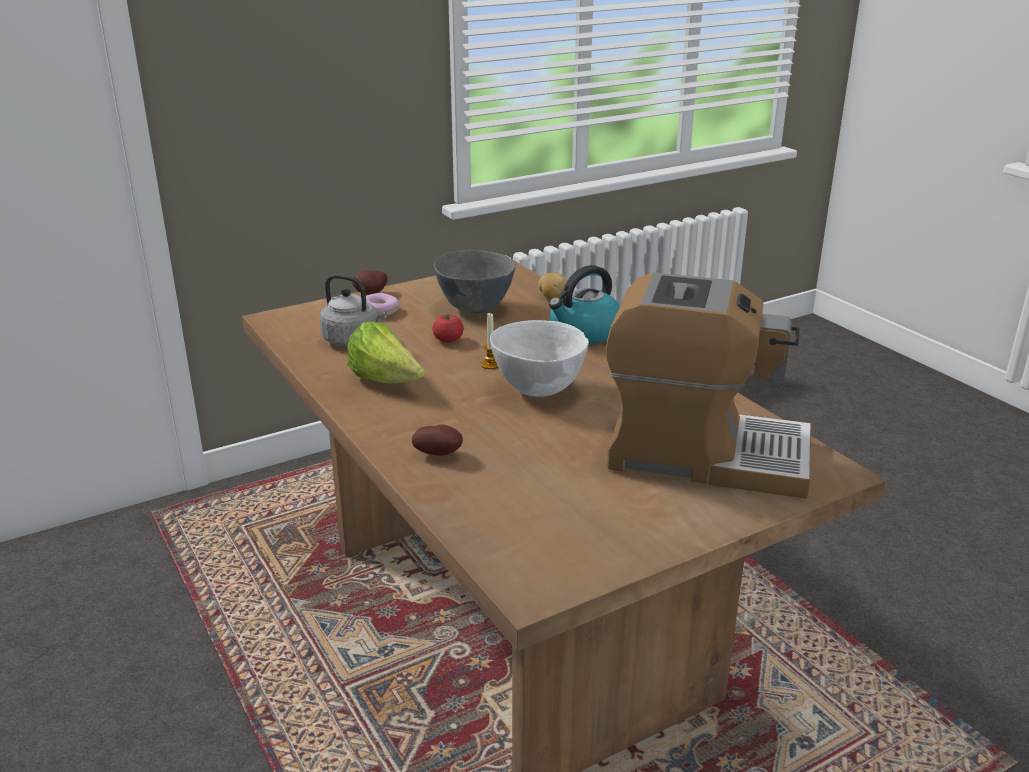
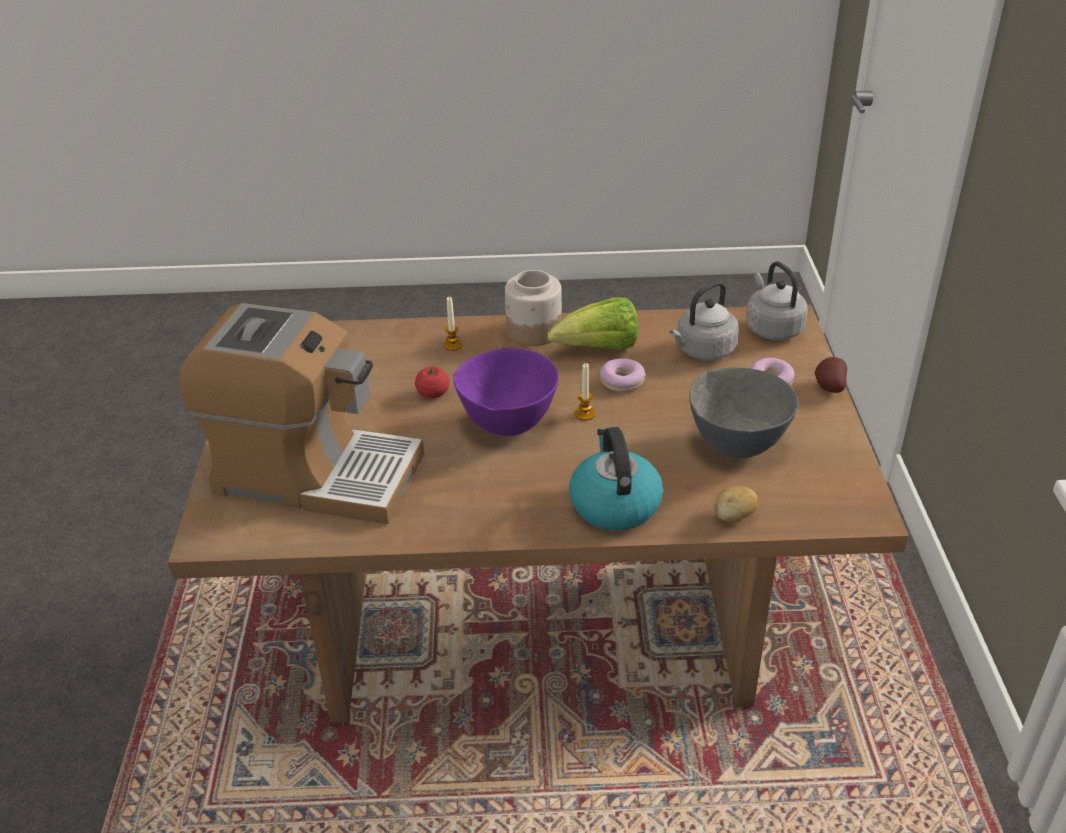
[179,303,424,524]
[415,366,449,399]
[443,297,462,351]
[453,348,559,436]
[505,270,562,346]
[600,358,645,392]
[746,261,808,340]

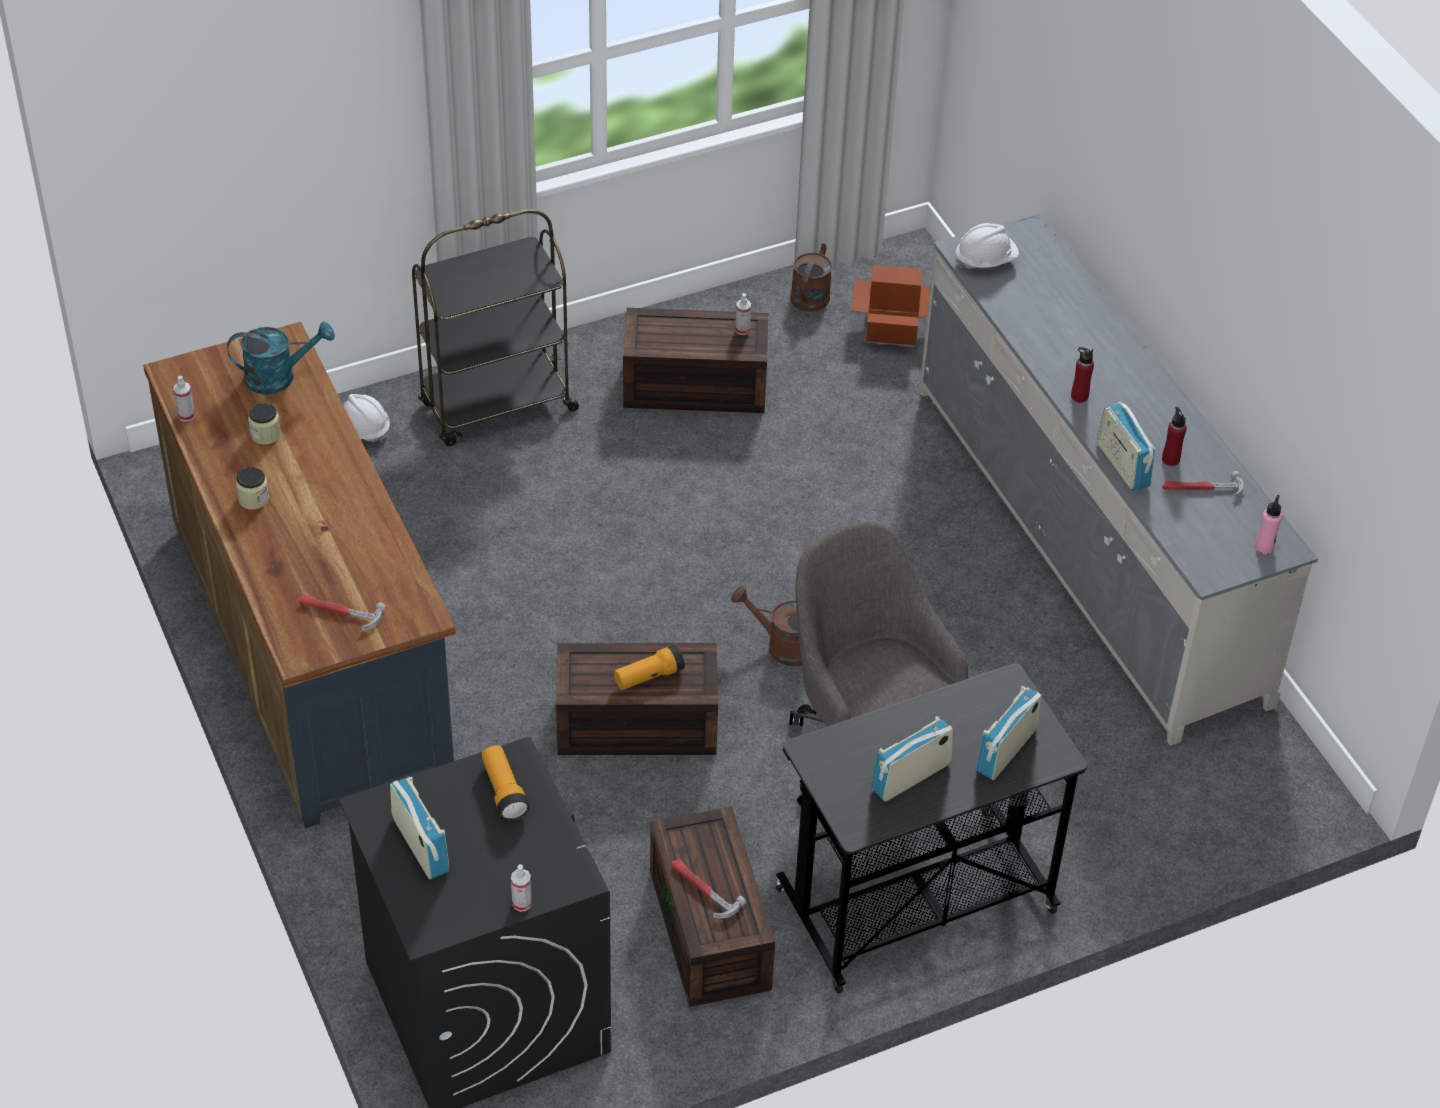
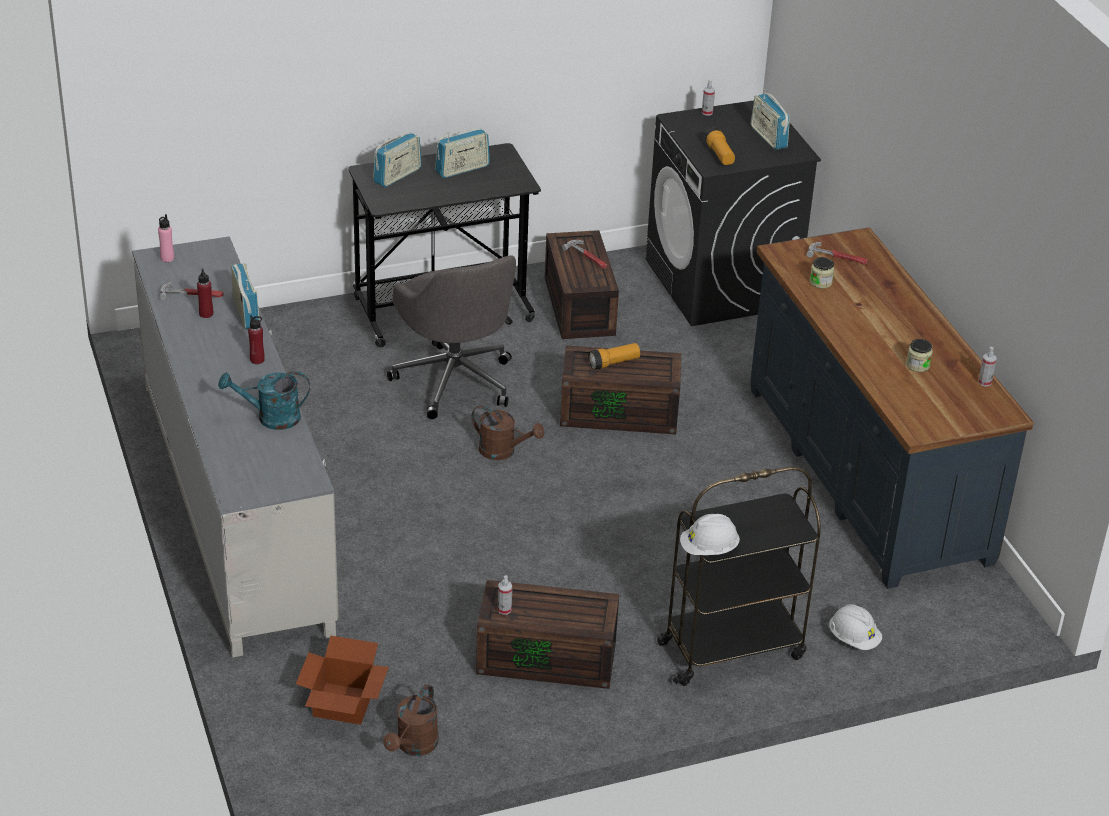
[218,371,310,430]
[680,514,740,555]
[810,257,834,289]

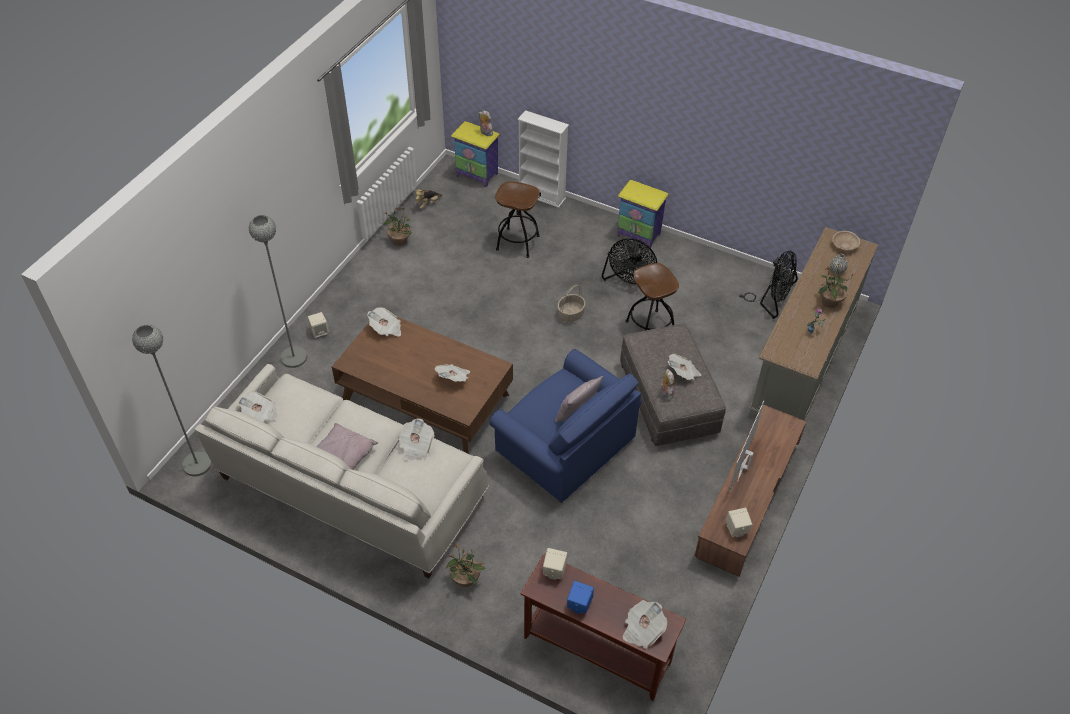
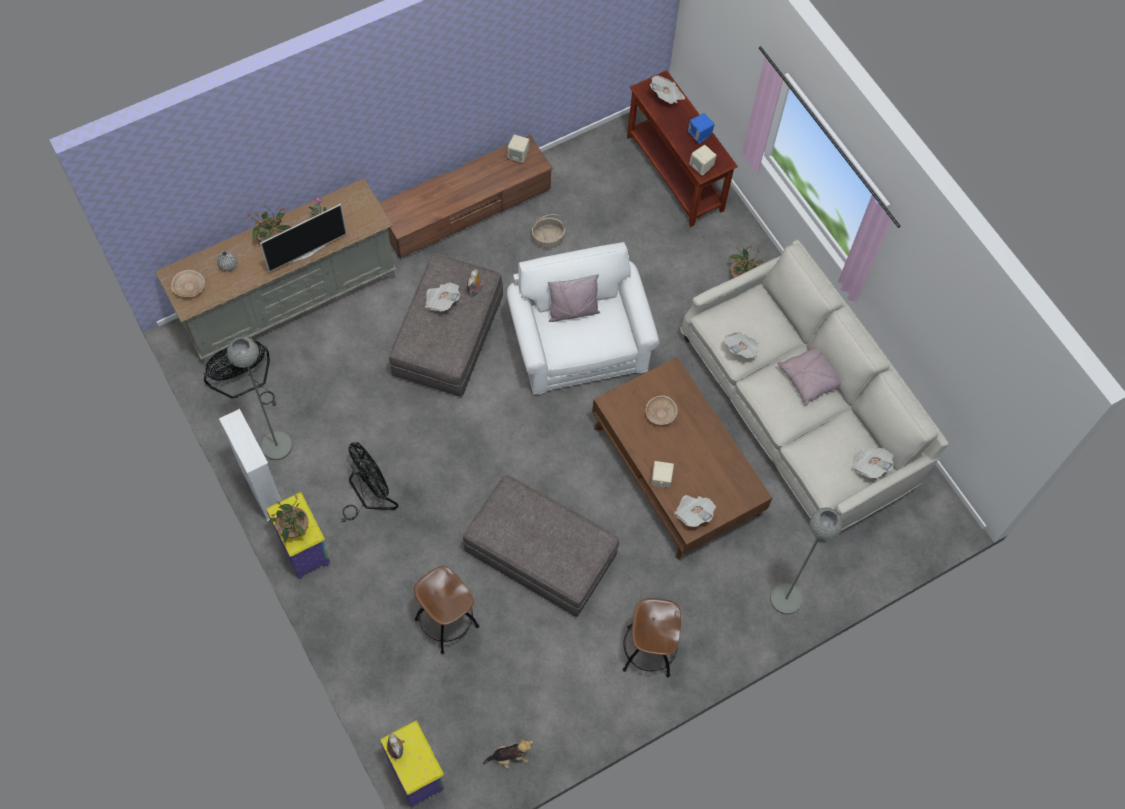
[219,409,281,521]
[227,336,292,460]
[260,204,347,272]
[269,495,308,543]
[463,474,619,617]
[507,242,660,394]
[532,214,566,249]
[623,598,681,678]
[645,395,678,425]
[651,461,674,489]

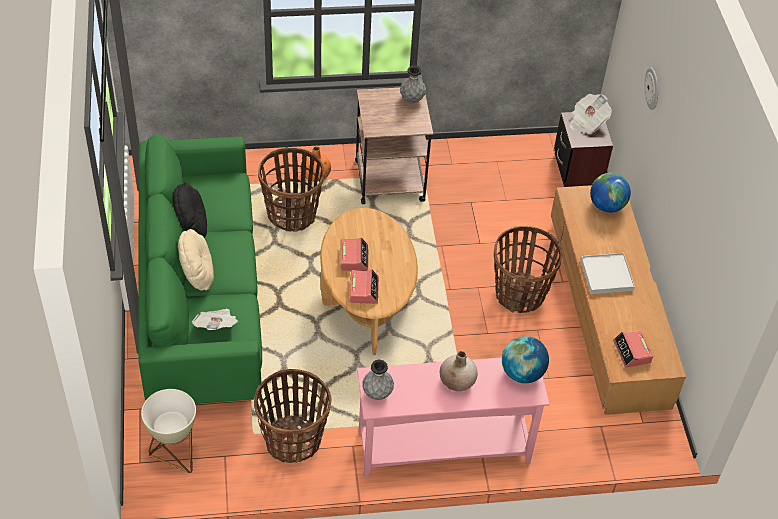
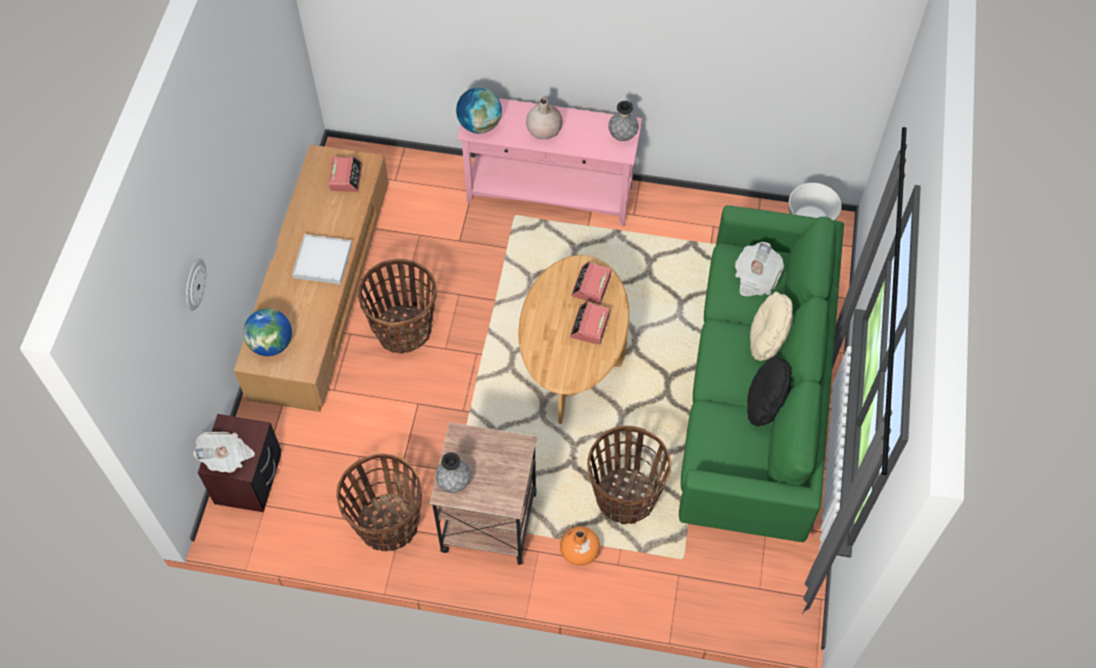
[336,453,422,551]

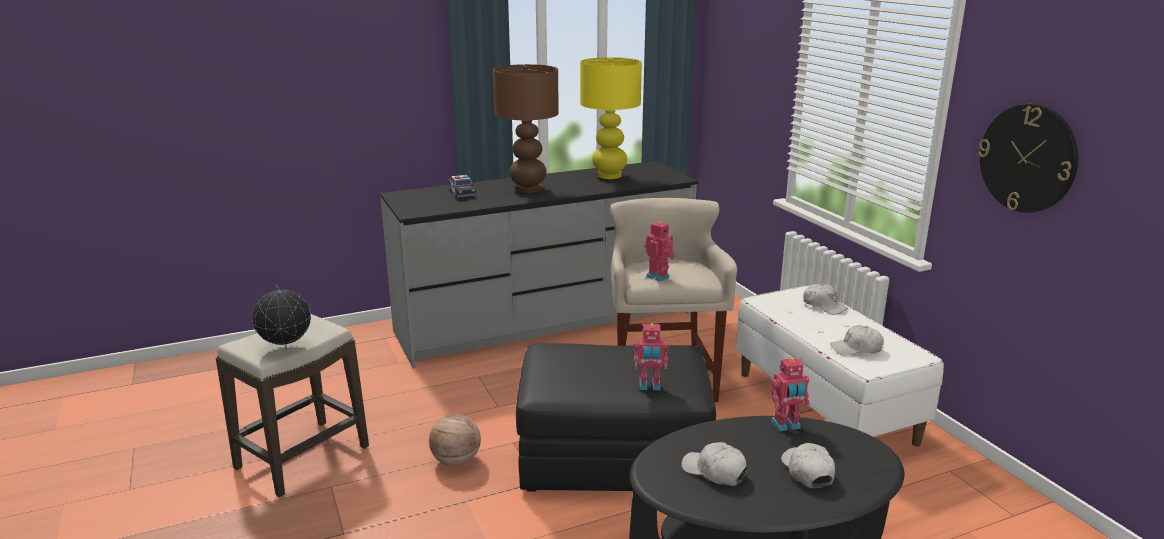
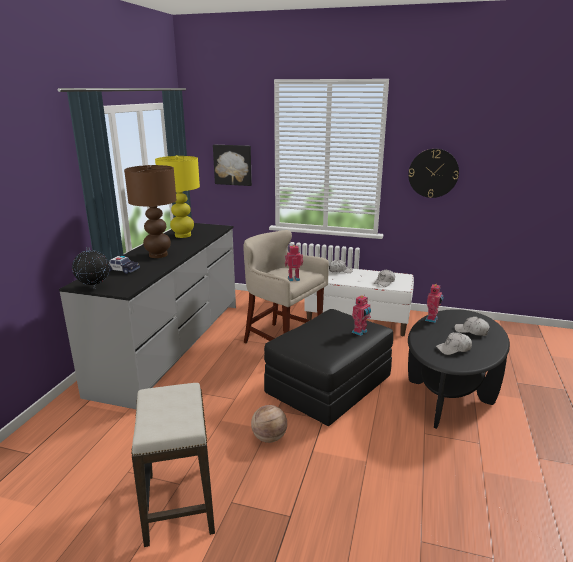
[72,247,110,289]
[213,145,252,186]

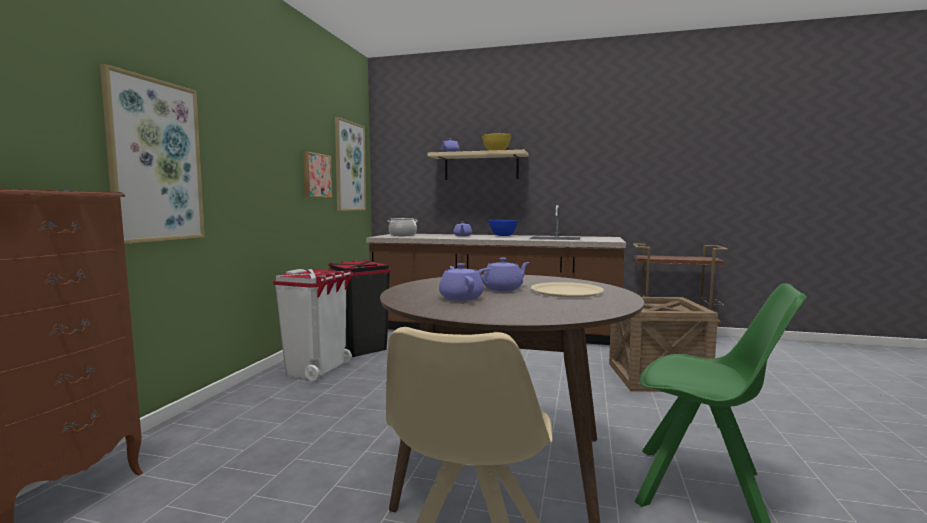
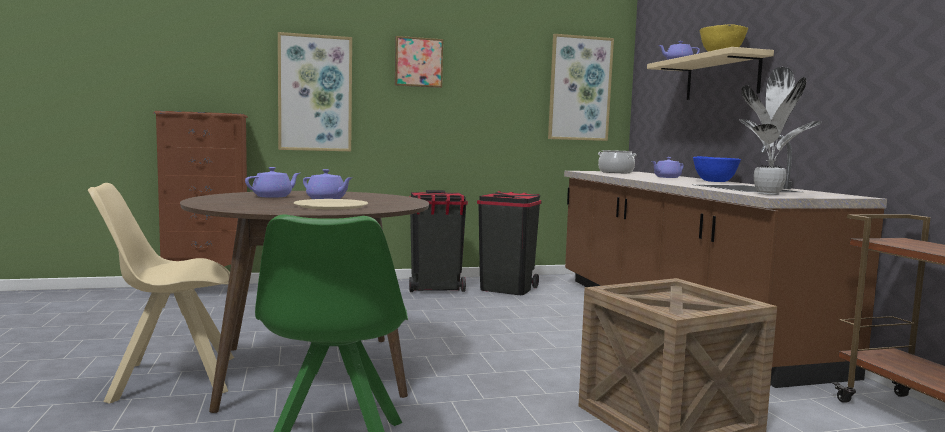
[395,36,443,88]
[409,190,468,292]
[740,67,822,195]

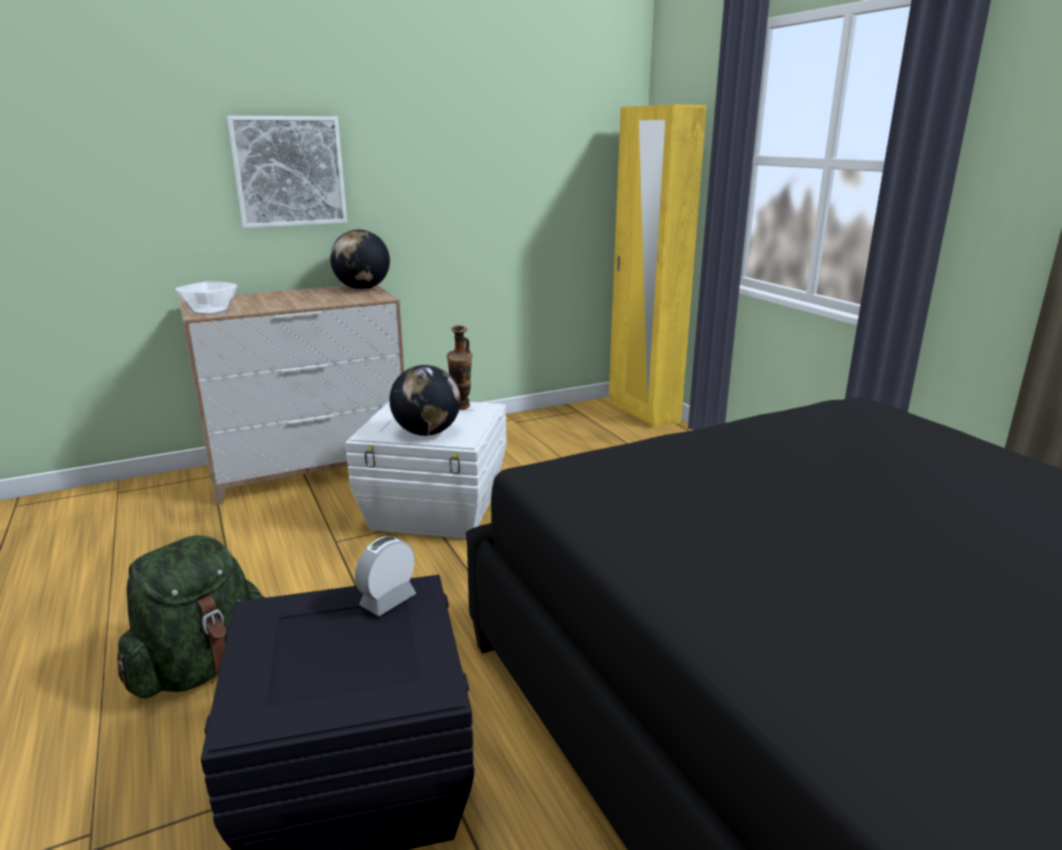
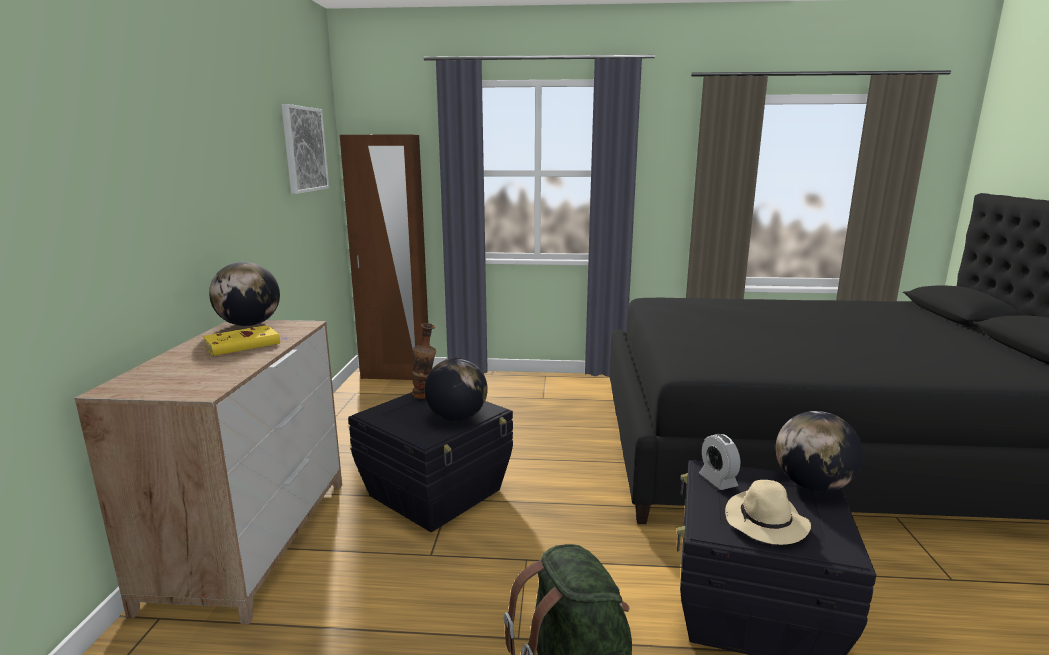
[203,325,288,356]
[281,104,329,194]
[340,135,428,380]
[348,392,513,532]
[725,480,811,545]
[776,411,863,492]
[176,281,237,315] (first image)

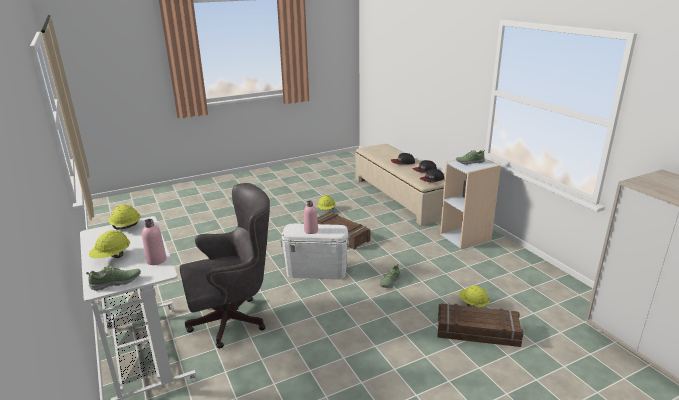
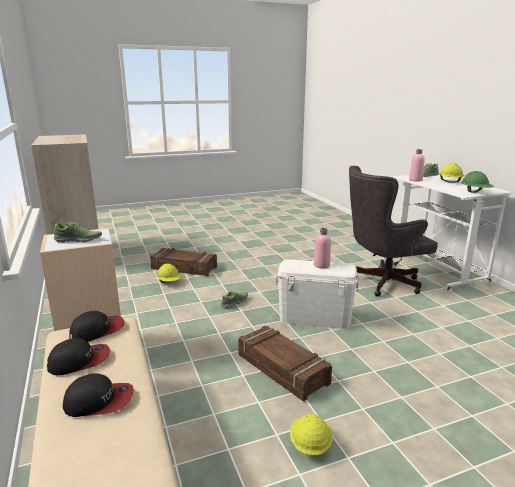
[461,171,494,193]

